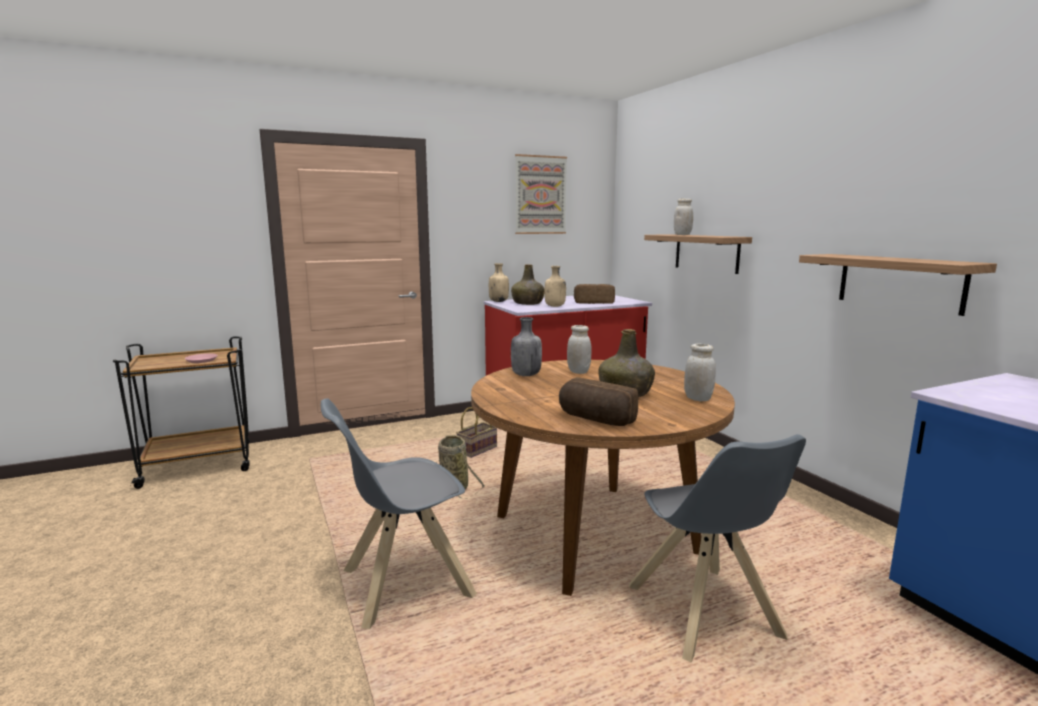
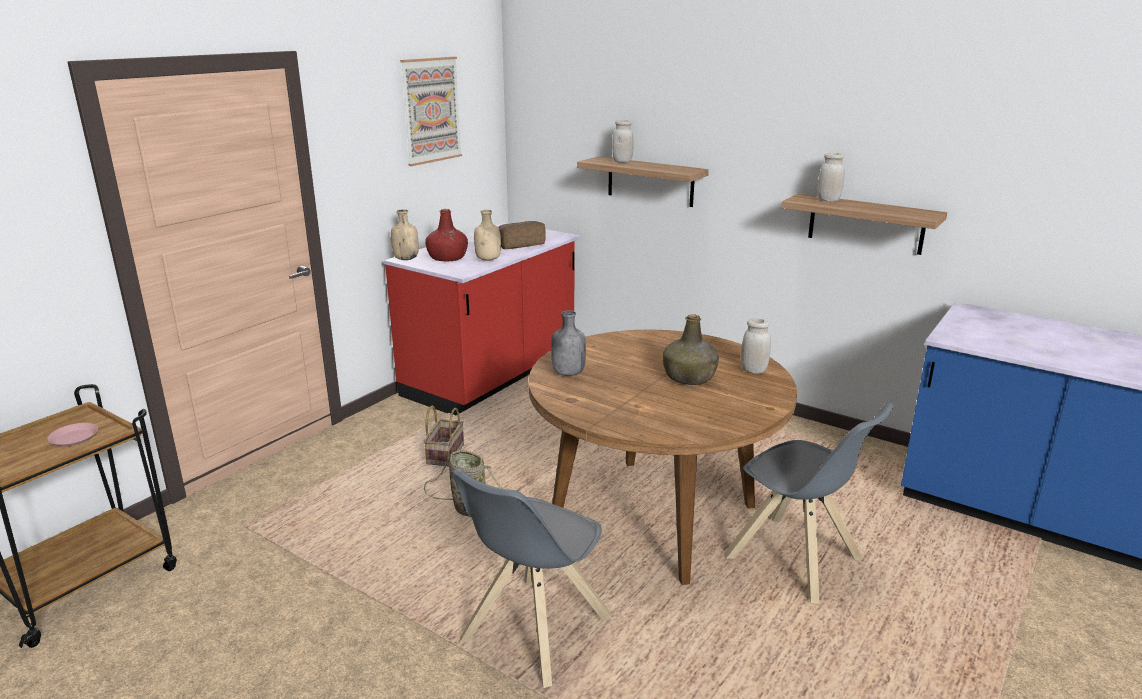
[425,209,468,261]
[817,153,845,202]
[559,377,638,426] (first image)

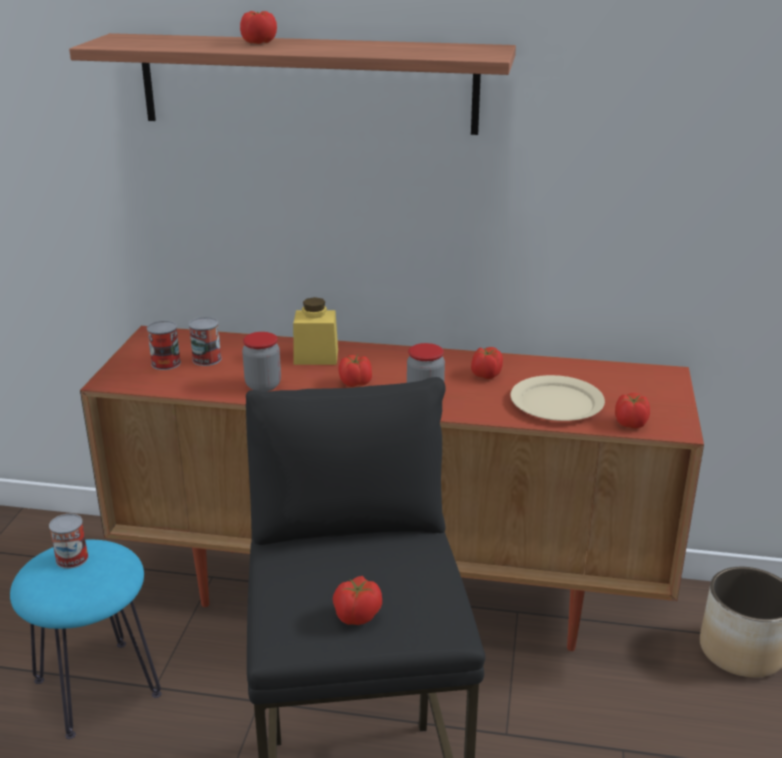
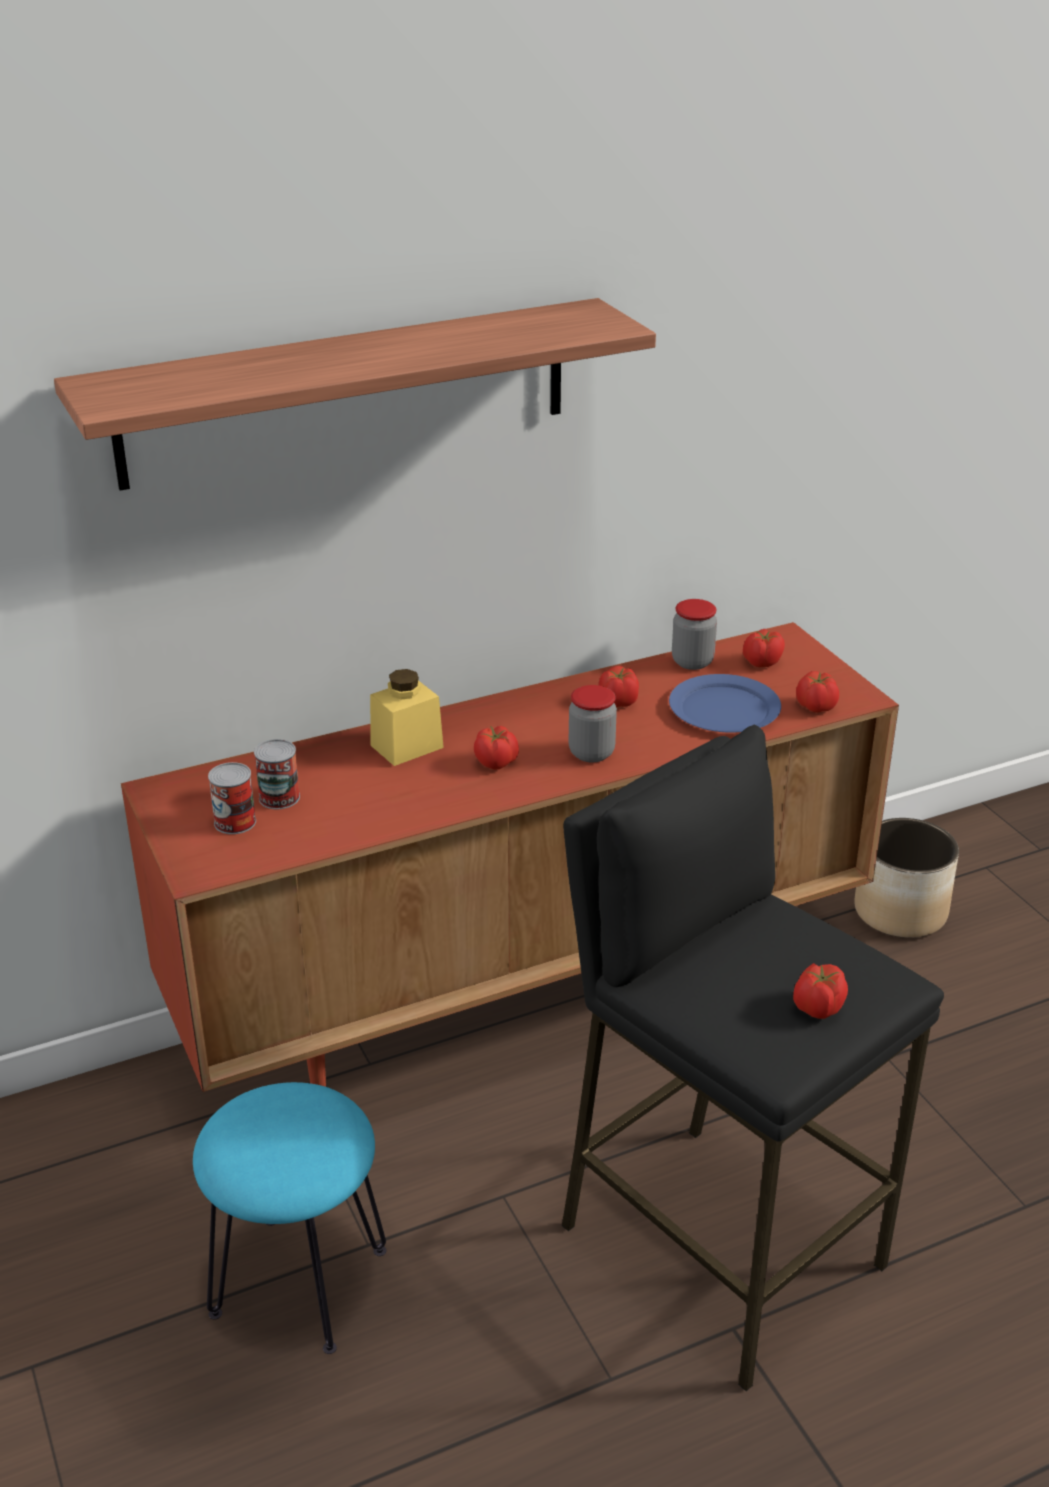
[669,674,781,733]
[672,599,717,670]
[743,629,785,667]
[49,514,89,569] (first image)

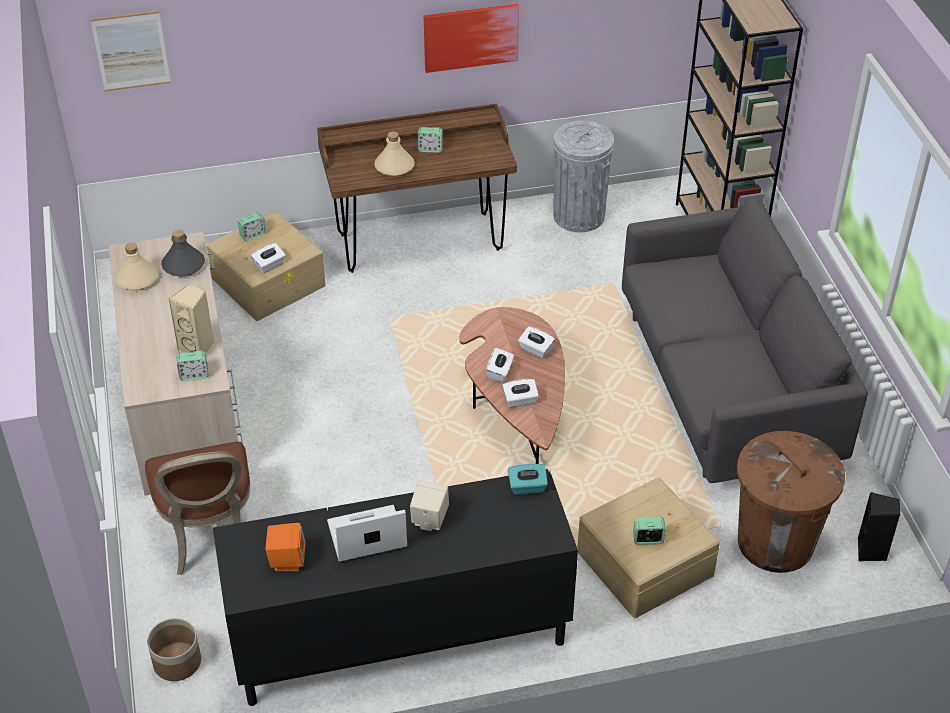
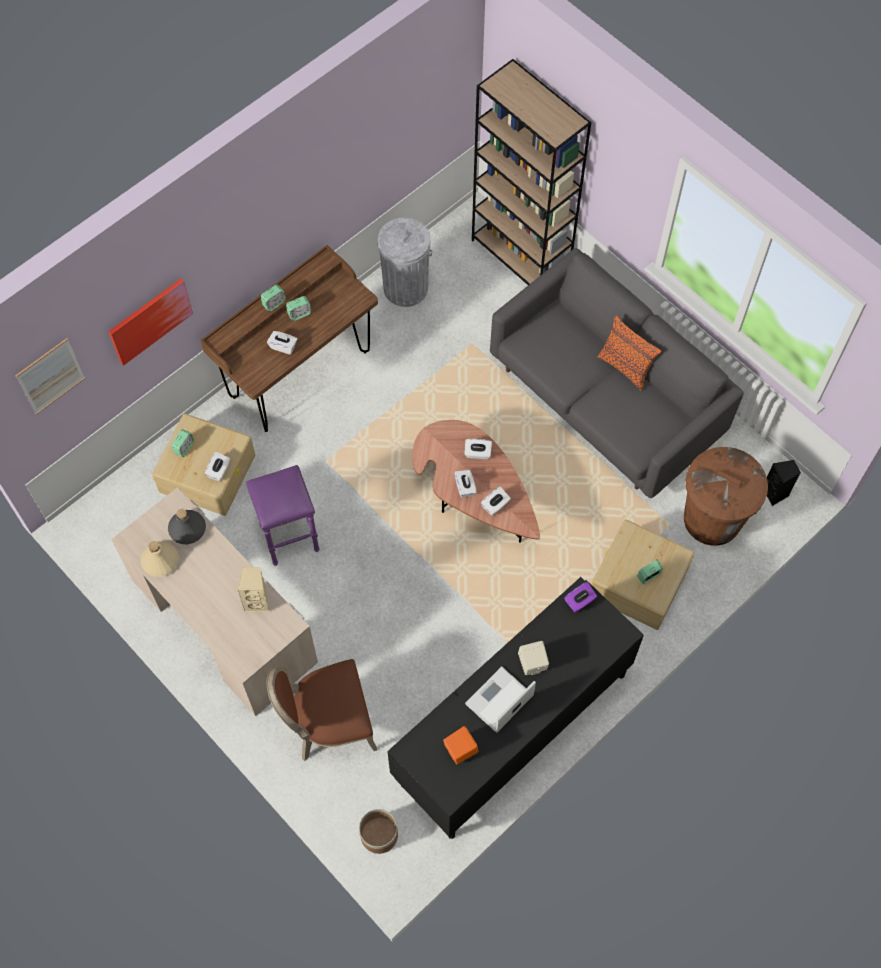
[108,279,193,366]
[246,465,319,566]
[261,284,286,312]
[267,331,298,355]
[267,659,377,761]
[564,582,597,613]
[597,316,661,391]

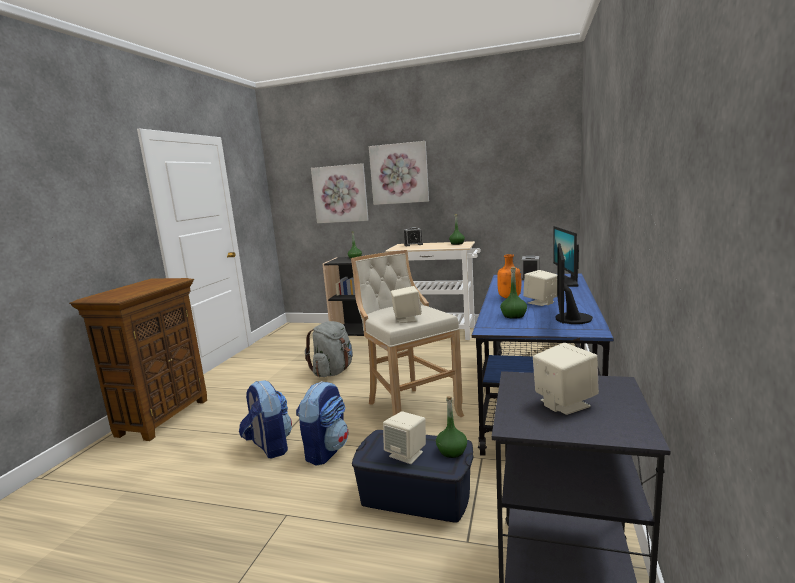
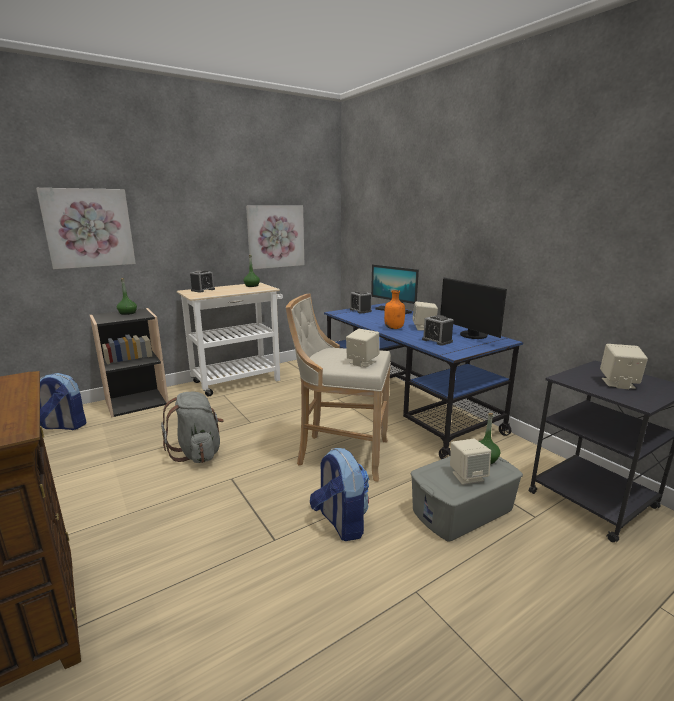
[40,373,86,430]
[246,206,304,269]
[410,456,523,542]
[422,315,453,346]

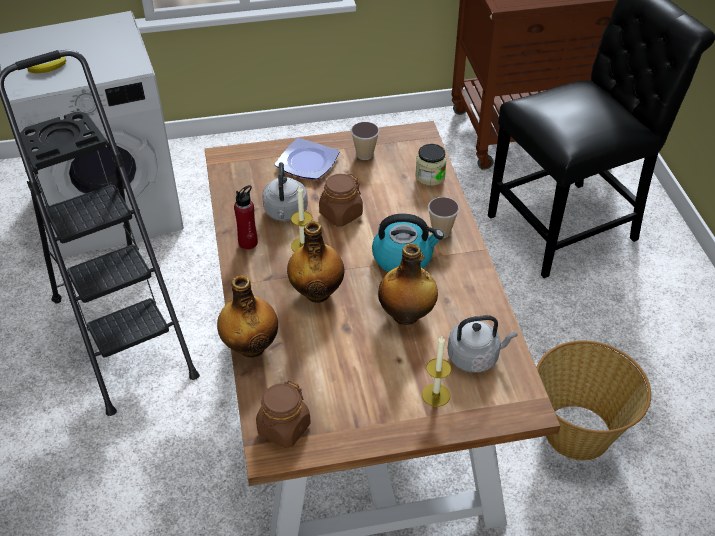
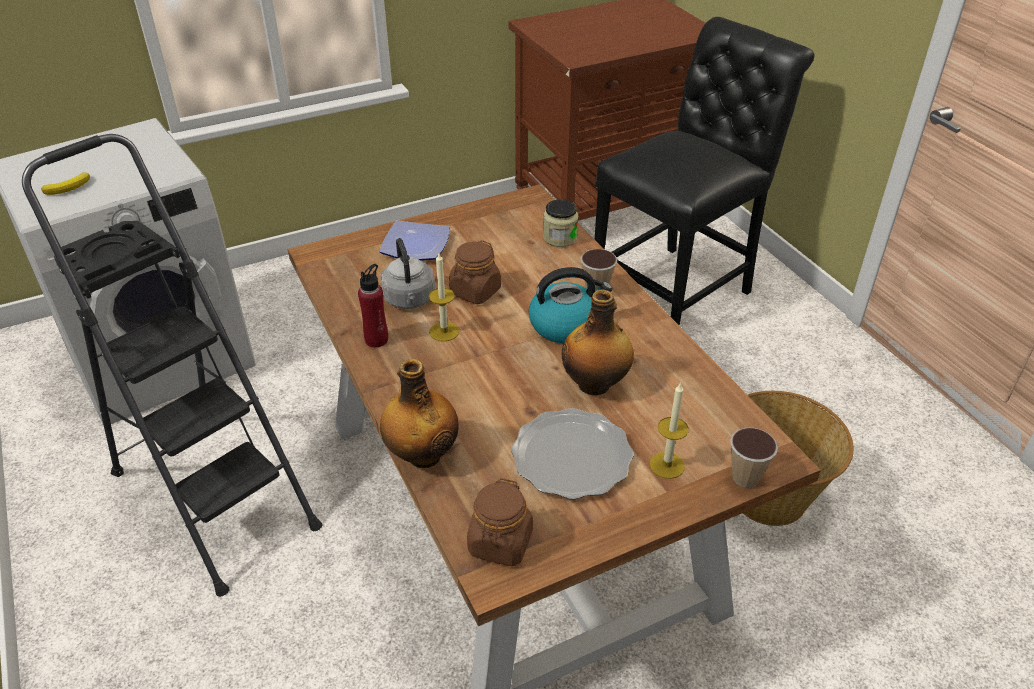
[511,408,634,499]
[730,428,778,488]
[287,221,345,303] (first image)
[448,315,517,373] (first image)

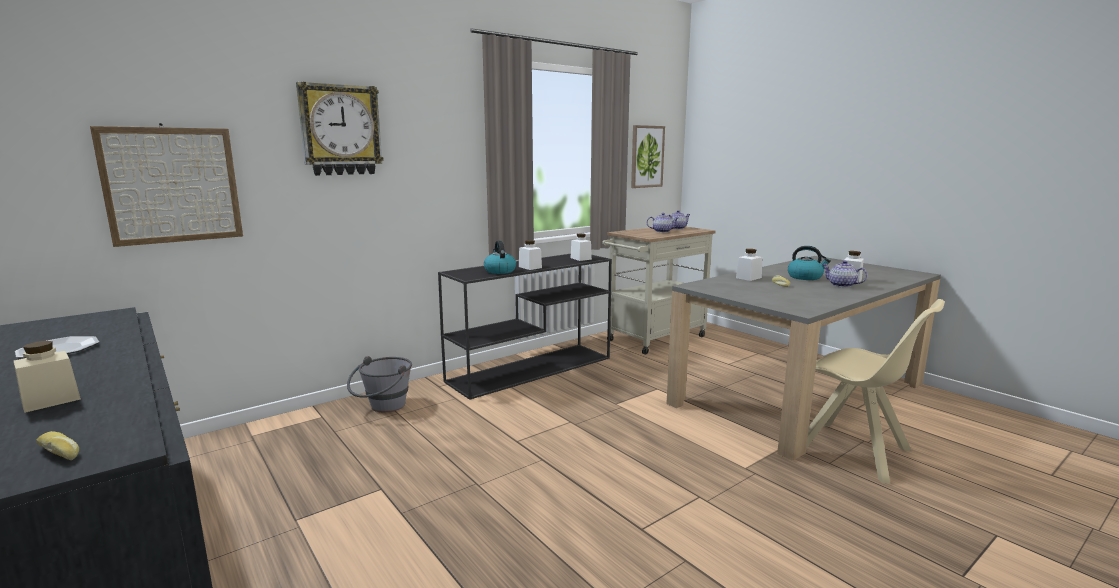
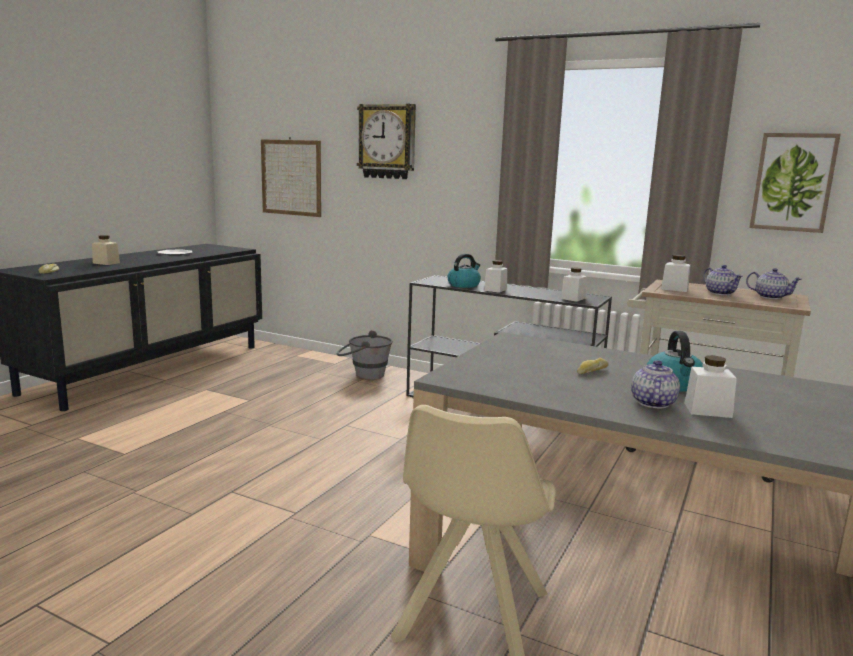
[661,255,690,292]

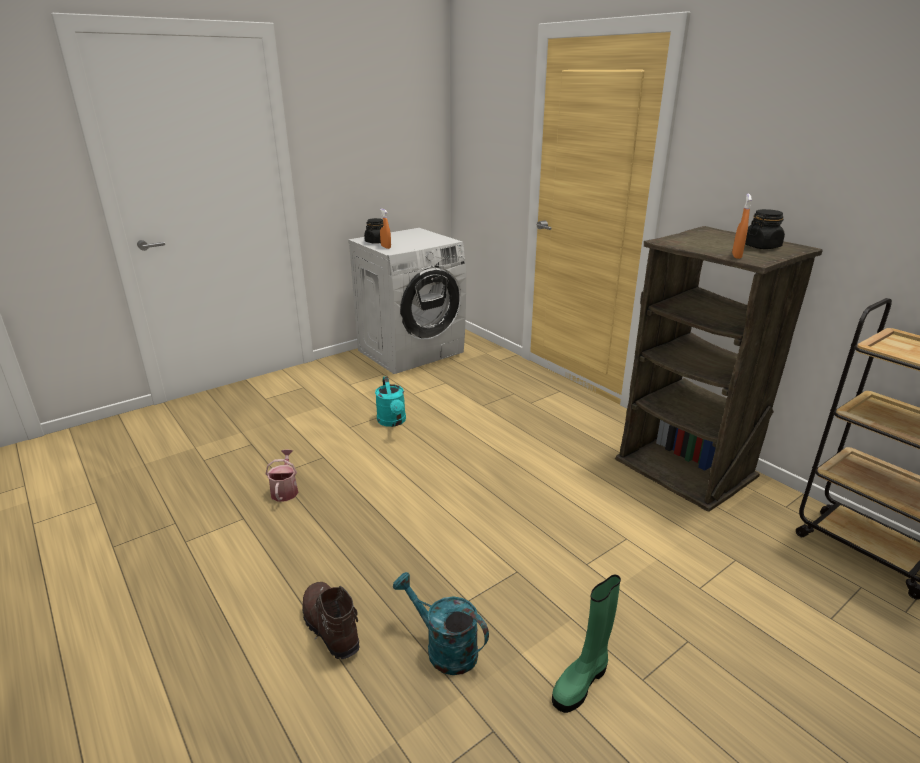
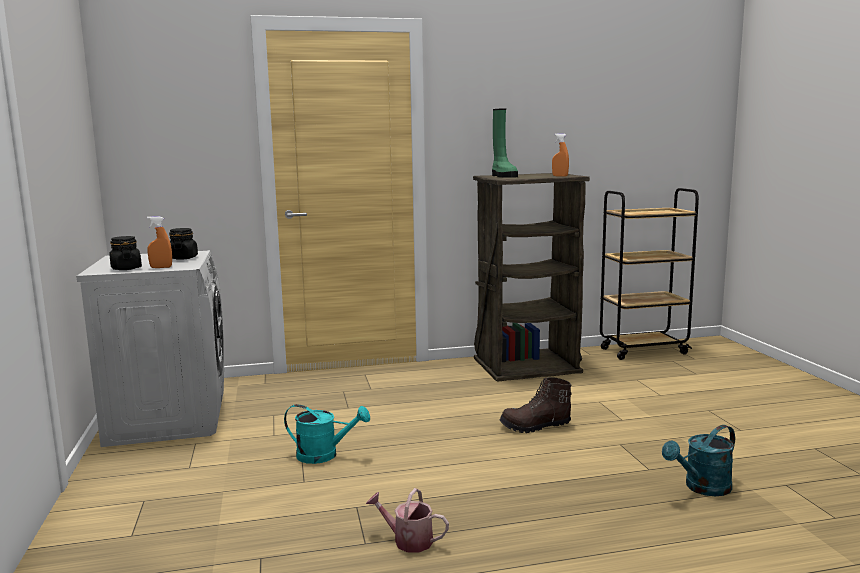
[169,228,198,260]
[492,108,518,178]
[499,377,572,433]

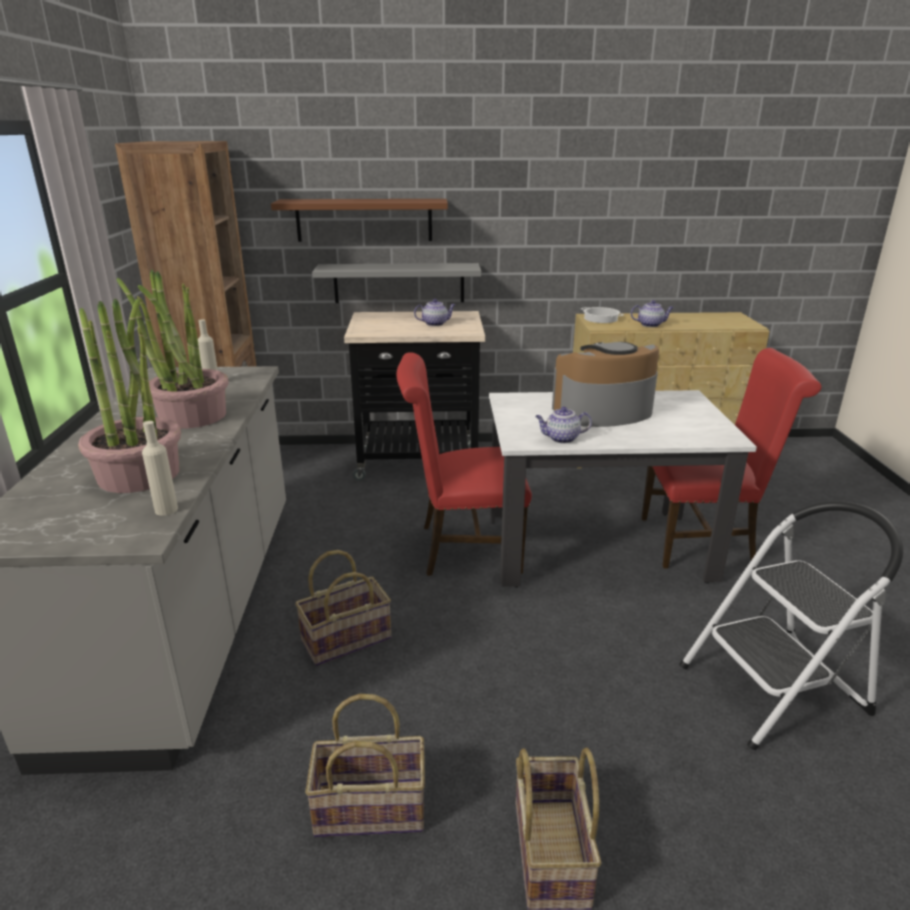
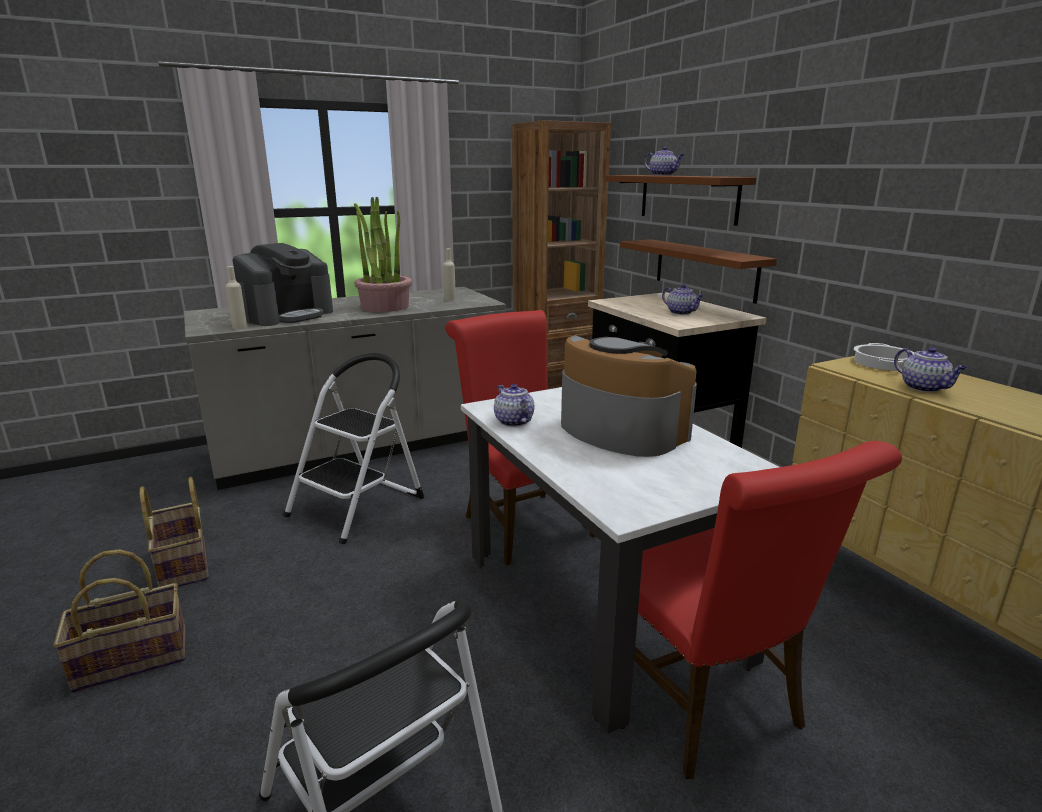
[233,243,333,326]
[283,353,424,544]
[620,239,777,304]
[644,147,685,176]

